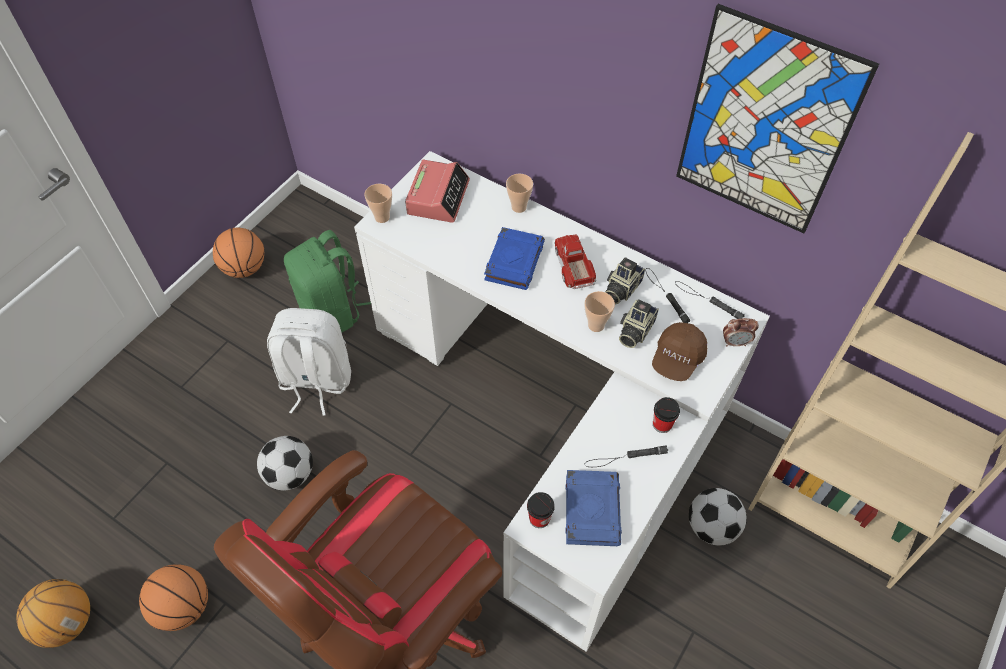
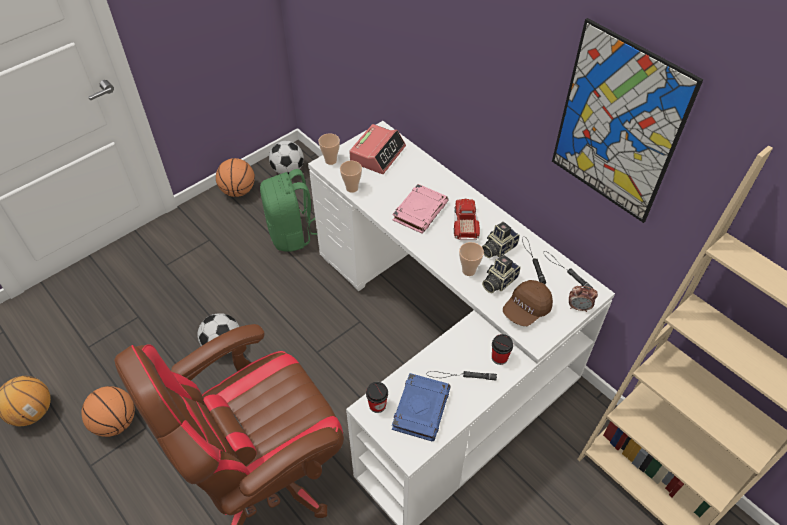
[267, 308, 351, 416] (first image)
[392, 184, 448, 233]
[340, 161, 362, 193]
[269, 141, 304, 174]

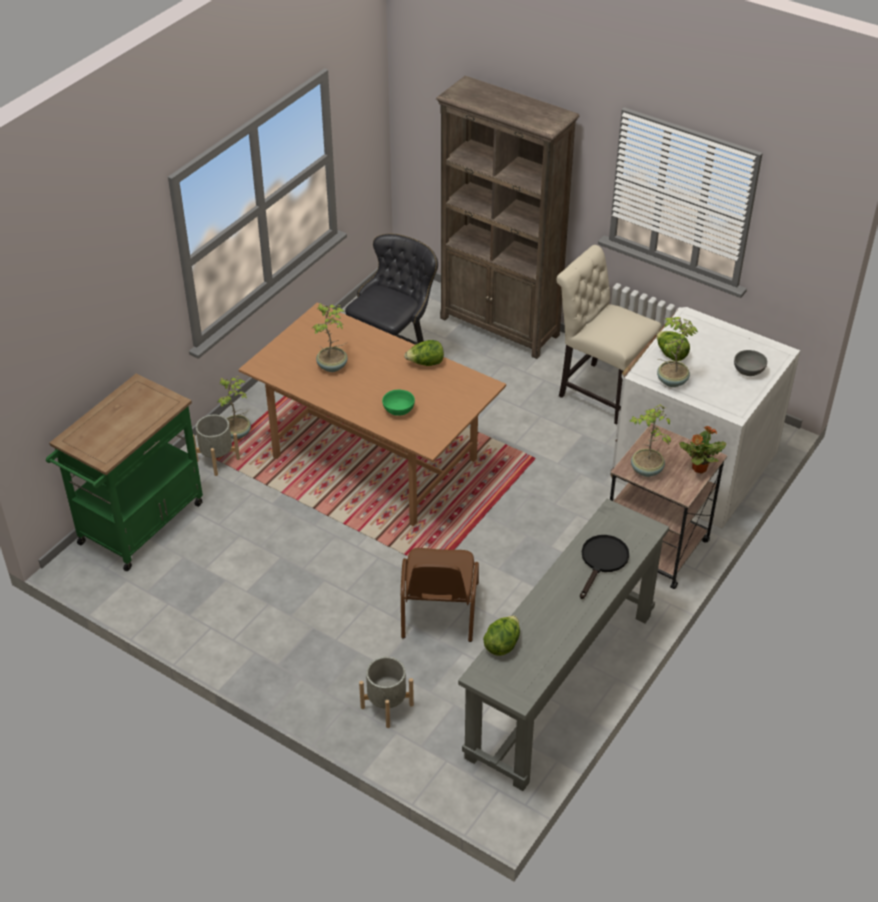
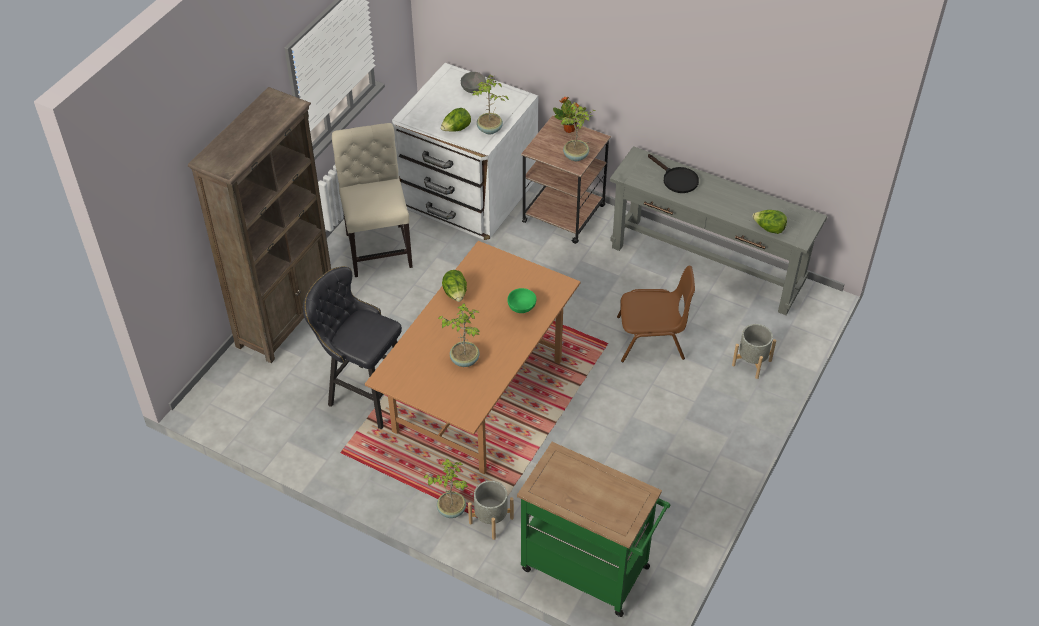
[332, 123, 413, 277]
[648, 154, 699, 193]

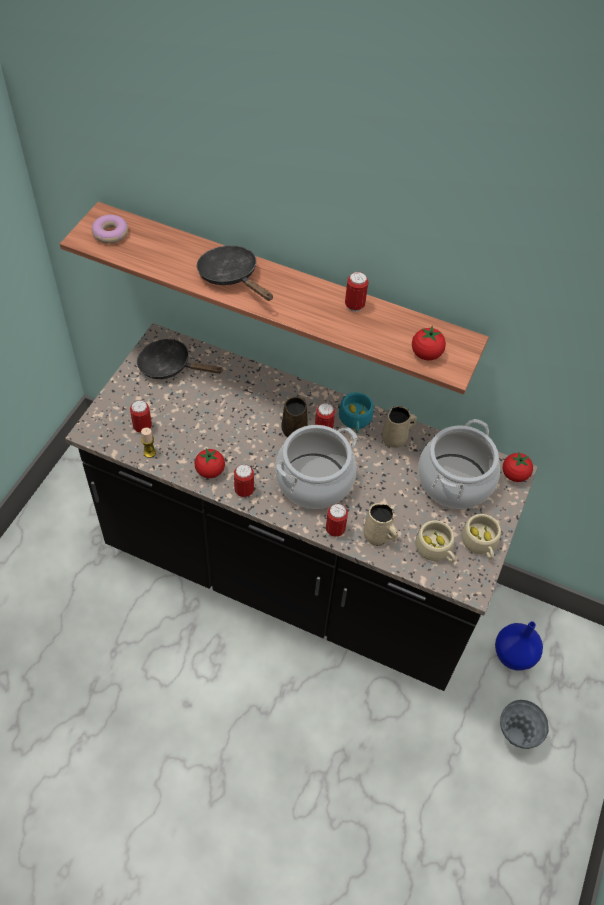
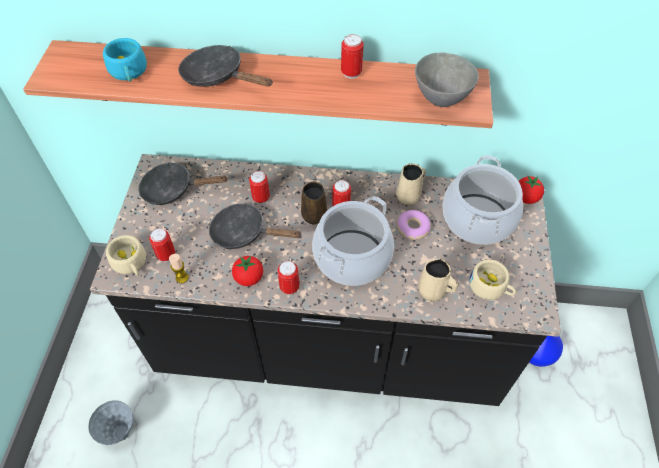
[396, 210, 431, 240]
[249, 171, 270, 204]
[103, 38, 147, 82]
[415, 52, 479, 107]
[106, 235, 146, 276]
[88, 400, 134, 445]
[209, 203, 302, 249]

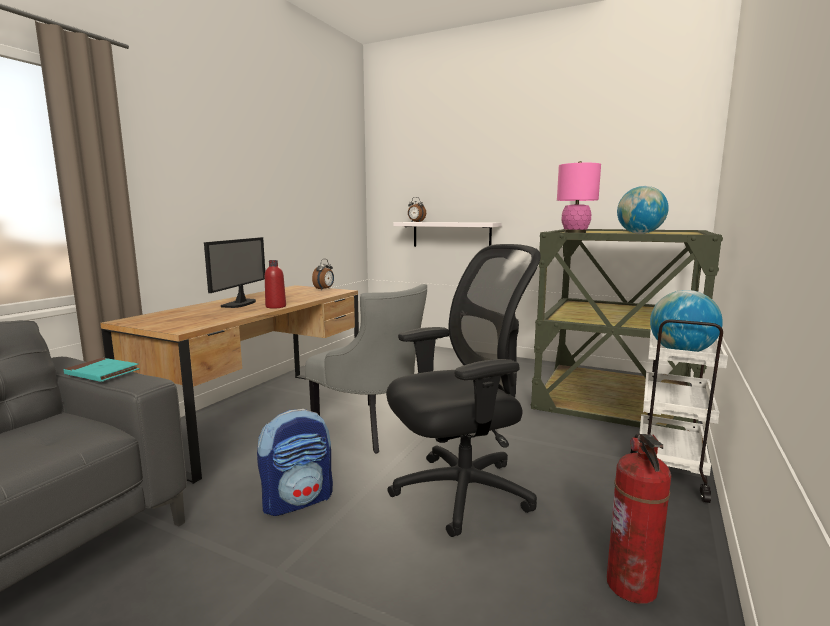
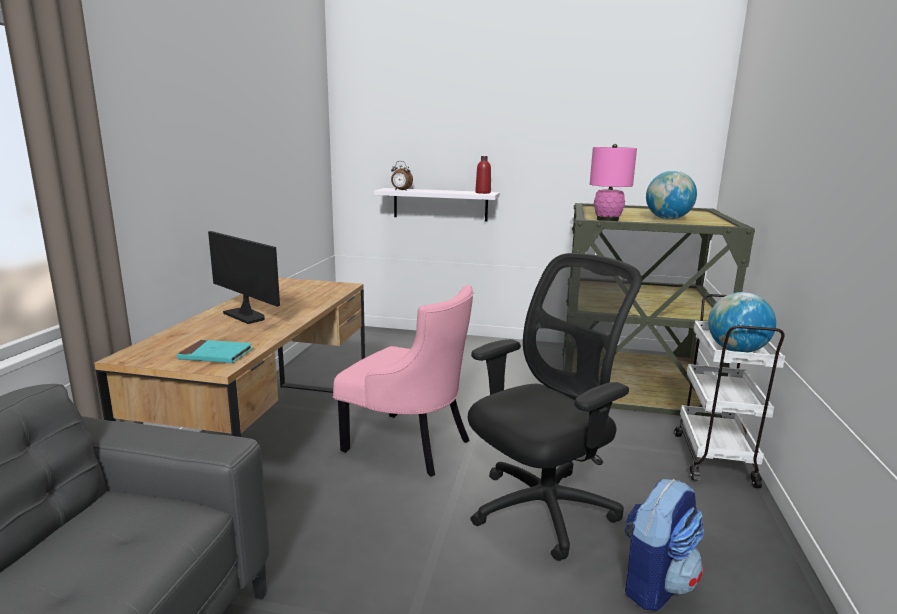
[177, 340, 253, 363]
[208, 231, 280, 324]
[625, 479, 703, 611]
[475, 156, 491, 194]
[333, 285, 473, 477]
[312, 259, 334, 290] (first image)
[607, 433, 671, 604] (first image)

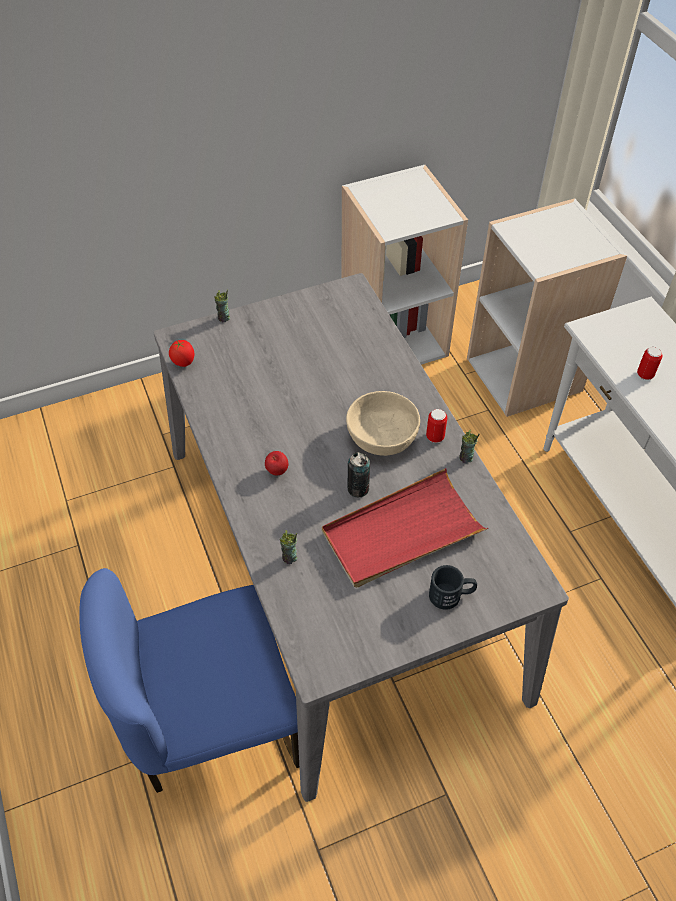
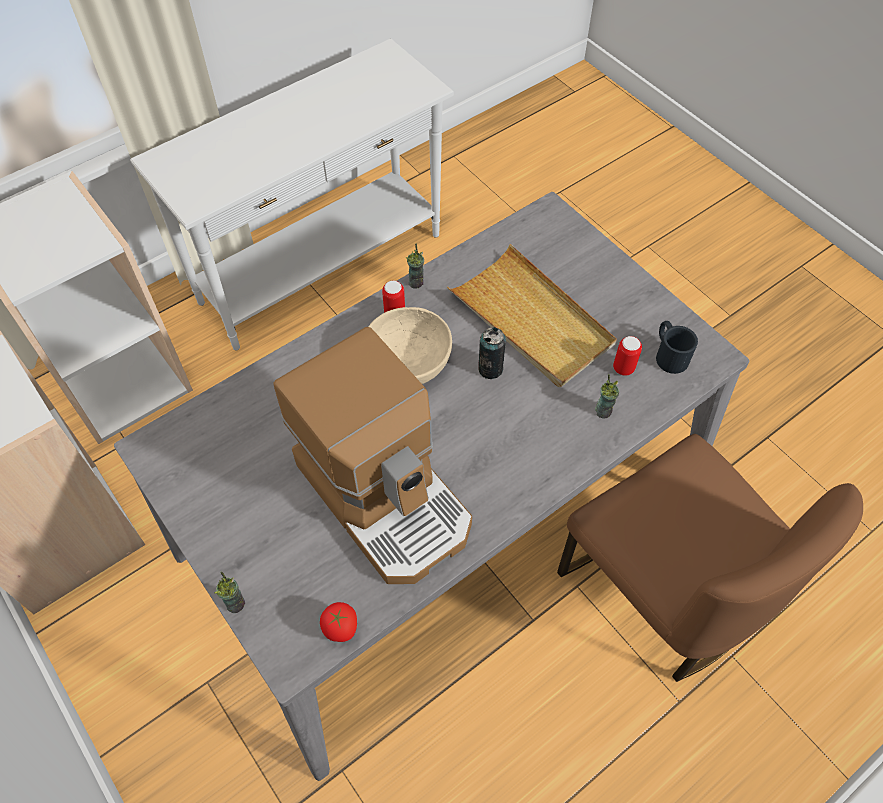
[557, 434, 863, 682]
[265, 451, 288, 475] (first image)
[447, 244, 617, 387]
[656, 321, 698, 374]
[613, 336, 642, 376]
[273, 327, 472, 584]

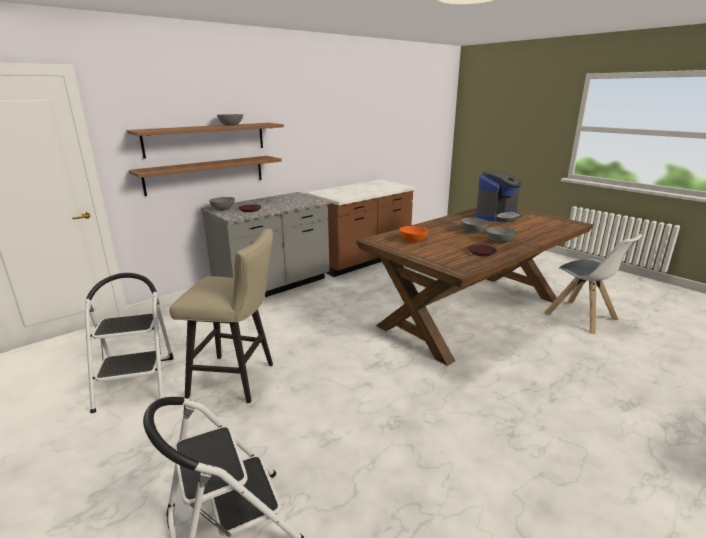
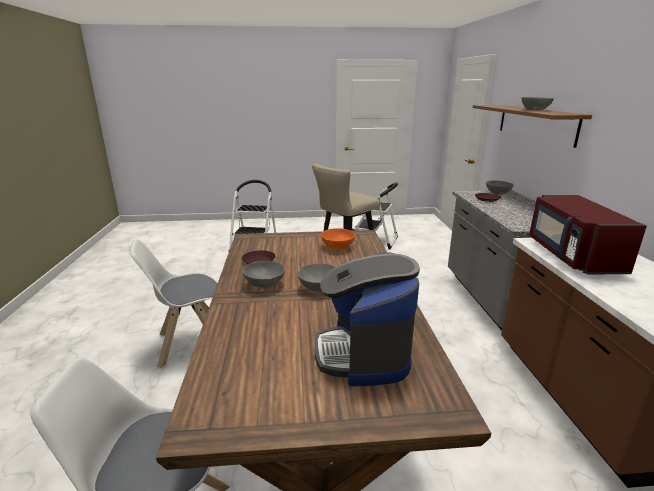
[129, 156, 282, 196] (first image)
[129, 239, 218, 368]
[529, 195, 647, 274]

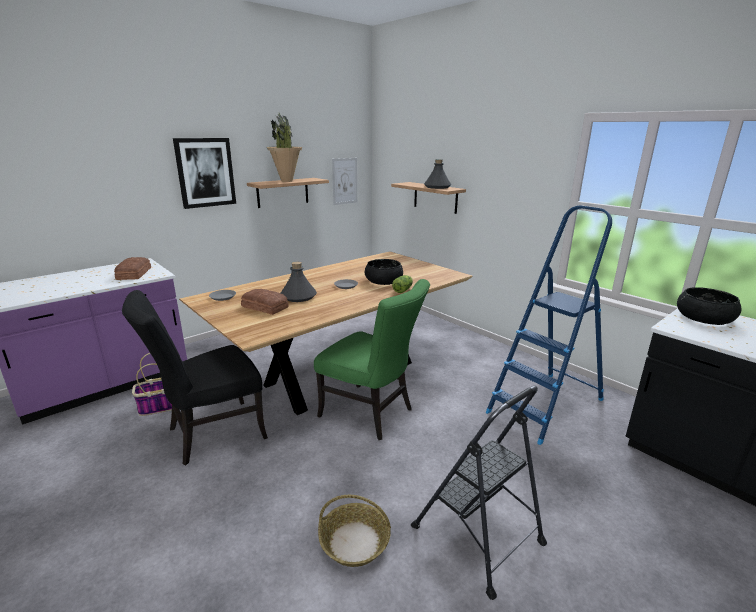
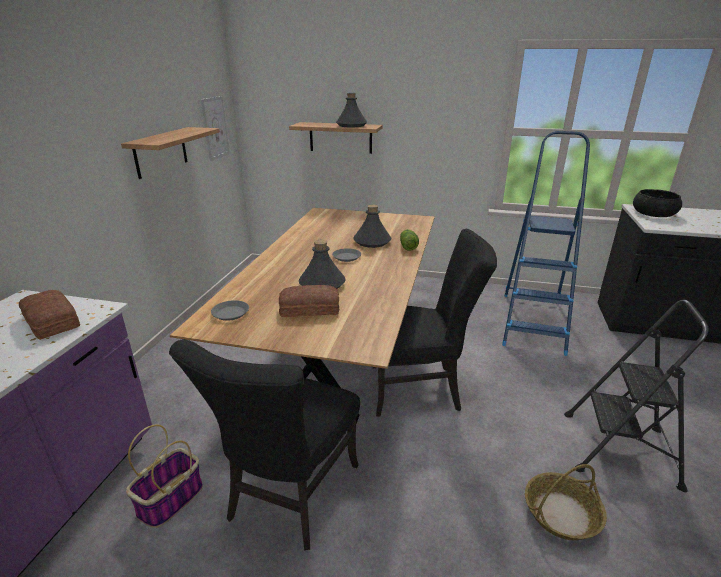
[173, 138, 236, 209] (first image)
[267, 113, 302, 182] (first image)
[373, 229, 497, 416]
[353, 204, 391, 248]

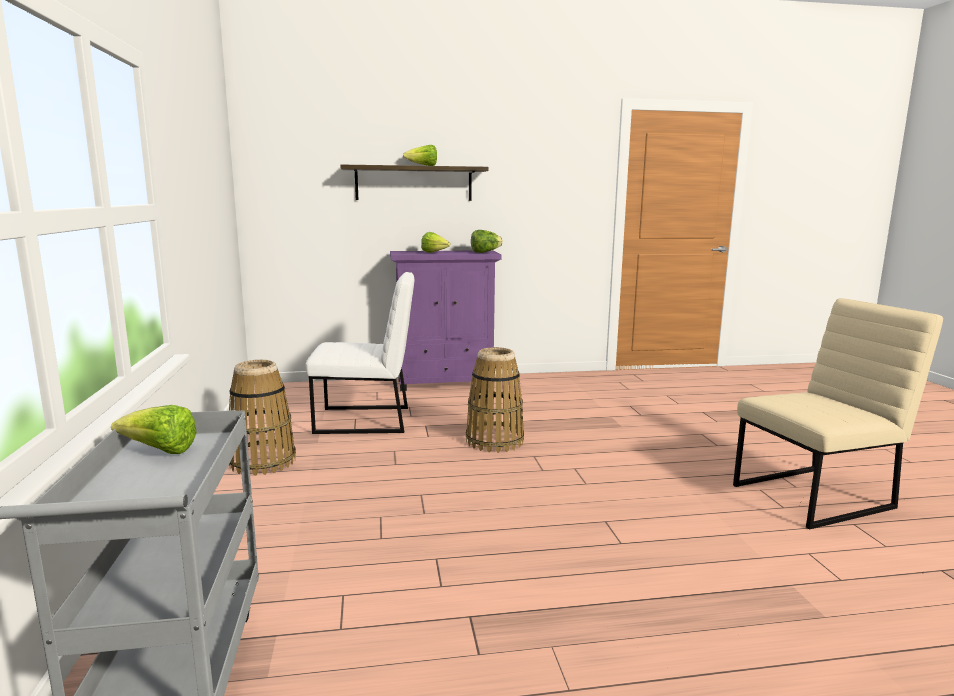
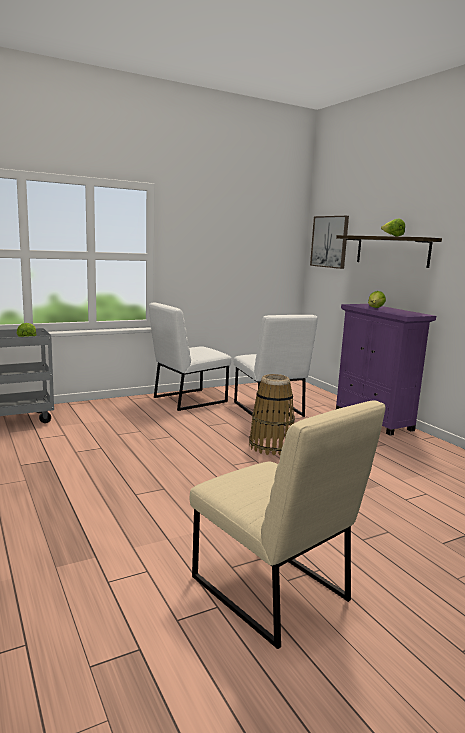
[149, 302, 231, 411]
[471, 230, 503, 253] (first image)
[310, 216, 349, 269]

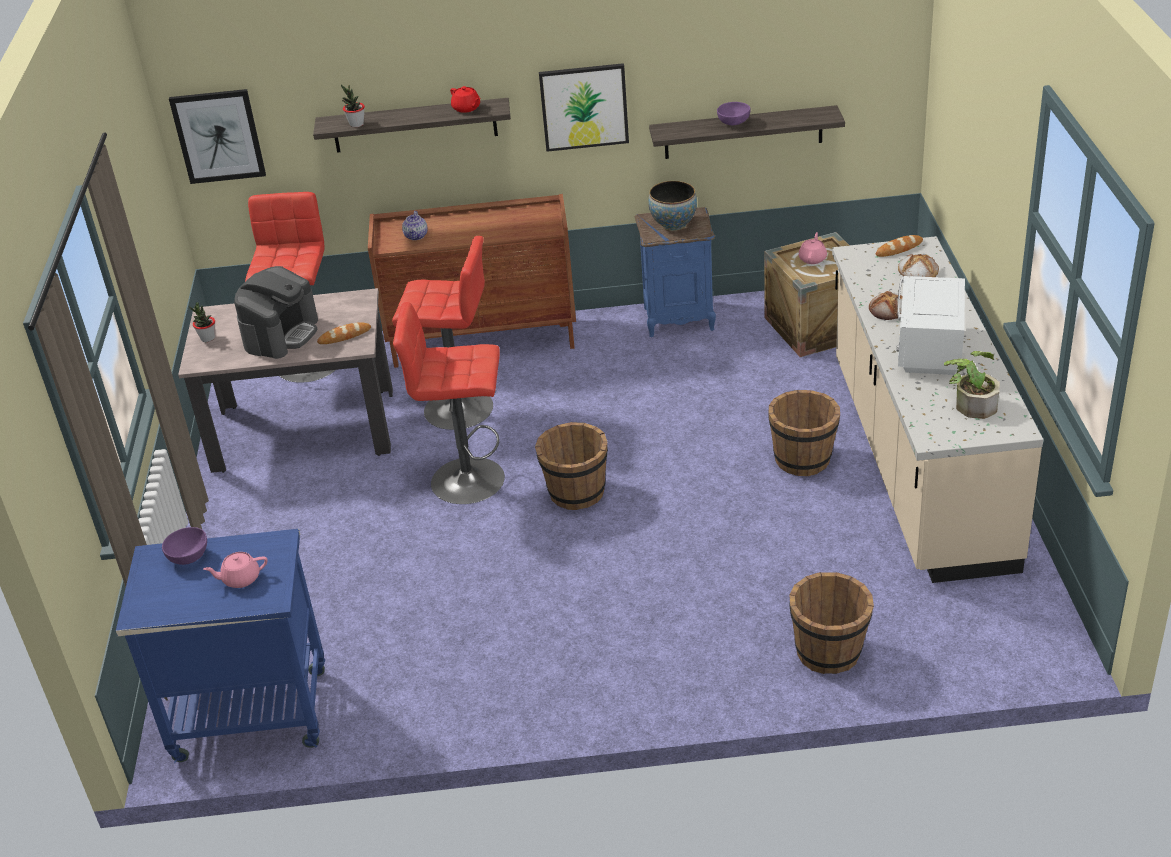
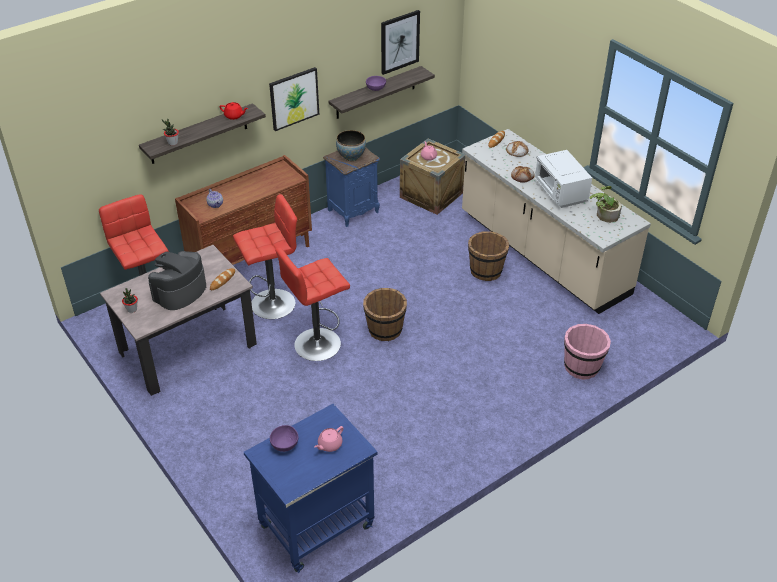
[381, 10, 420, 75]
[148, 251, 206, 310]
[564, 324, 611, 380]

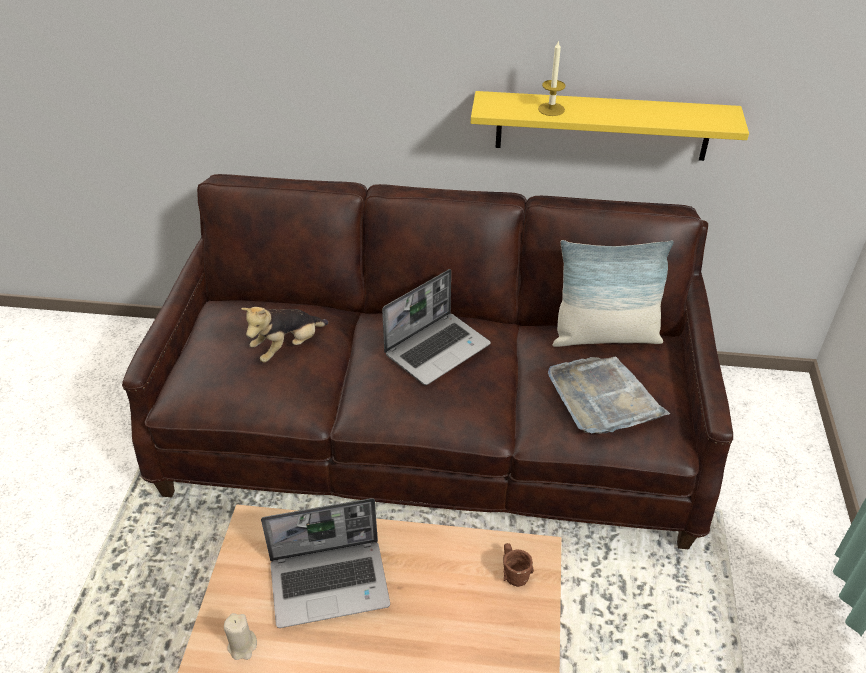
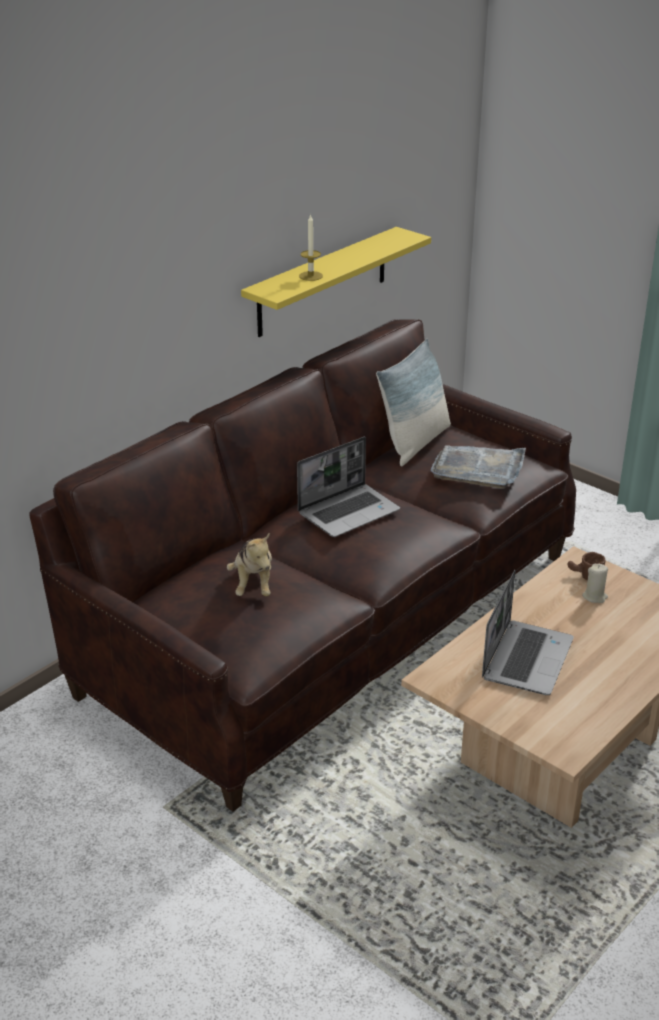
[582, 564, 608, 603]
[297, 437, 400, 537]

